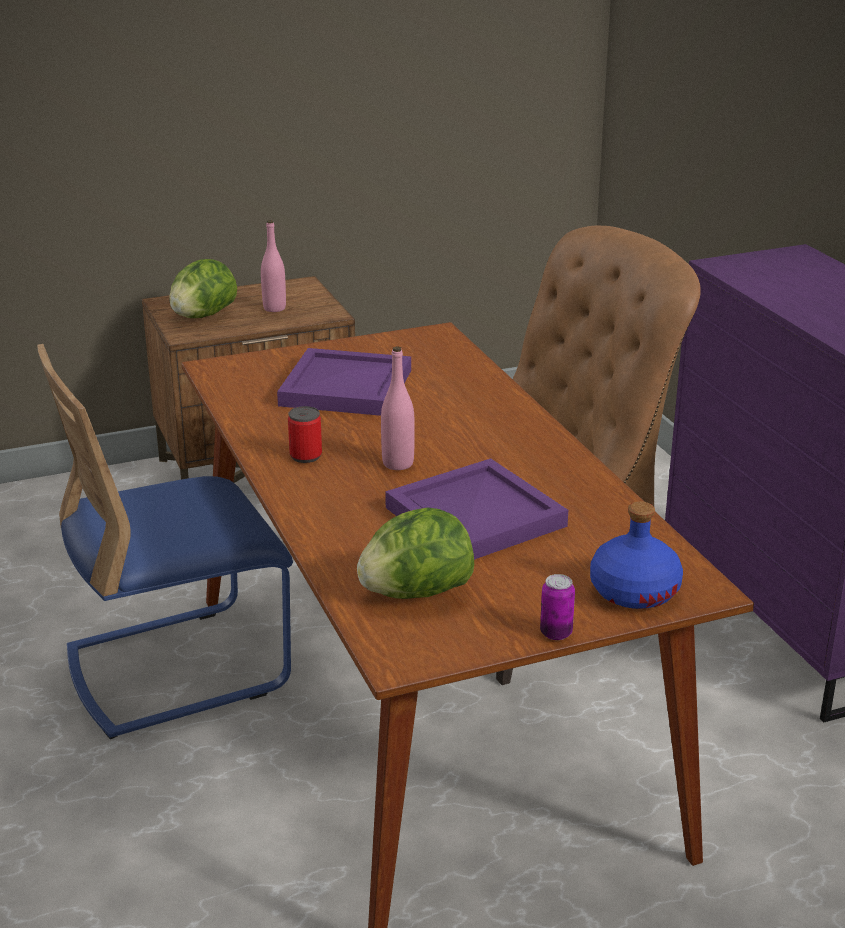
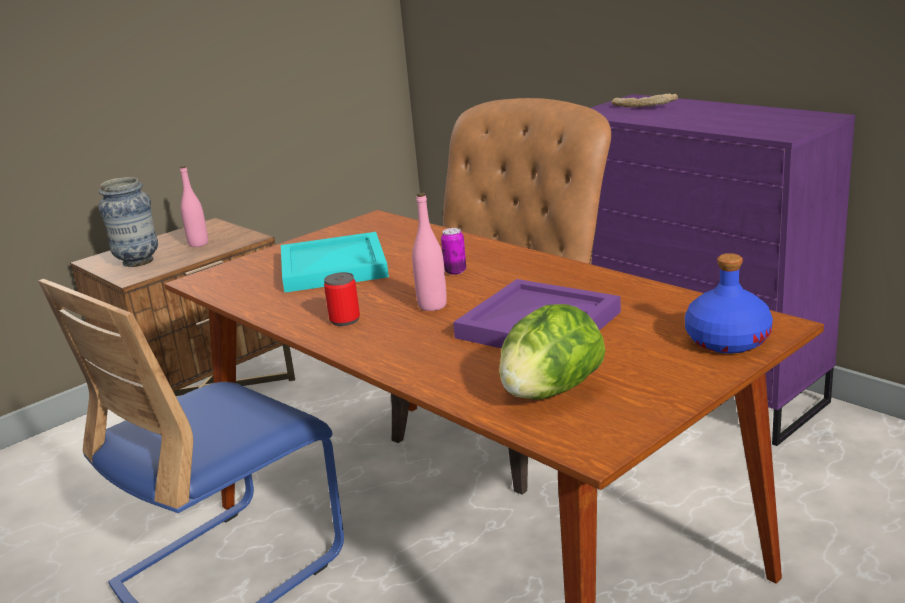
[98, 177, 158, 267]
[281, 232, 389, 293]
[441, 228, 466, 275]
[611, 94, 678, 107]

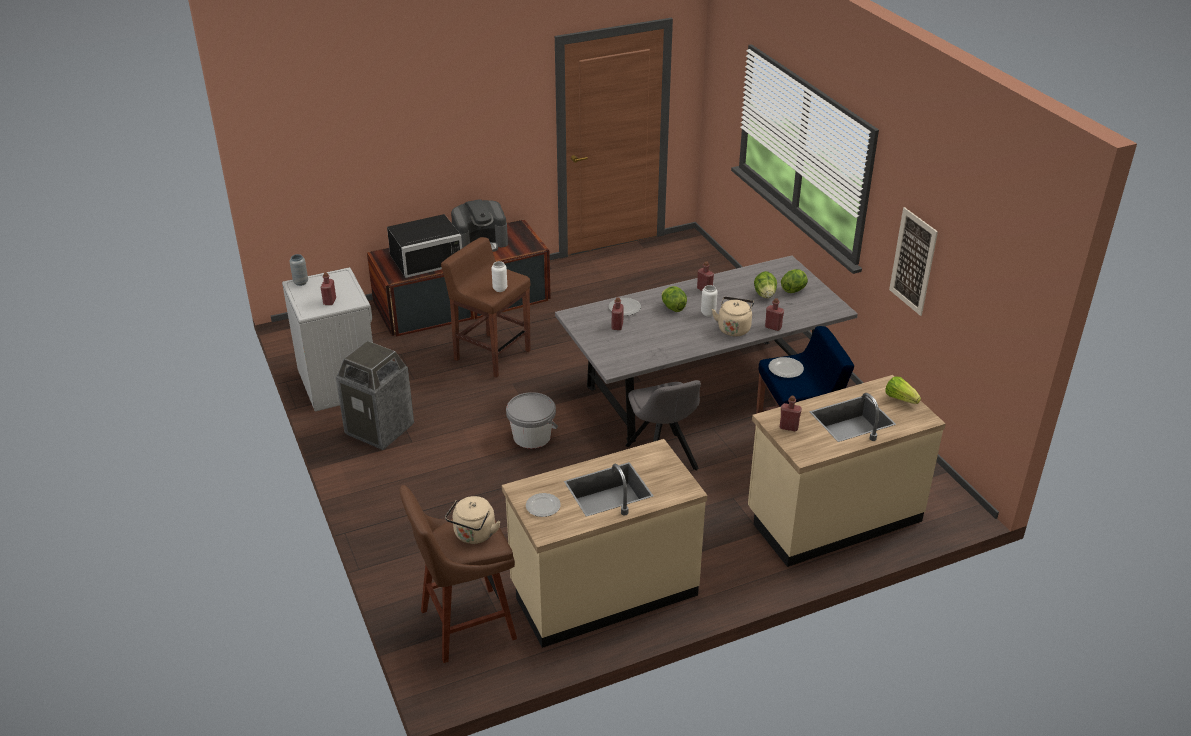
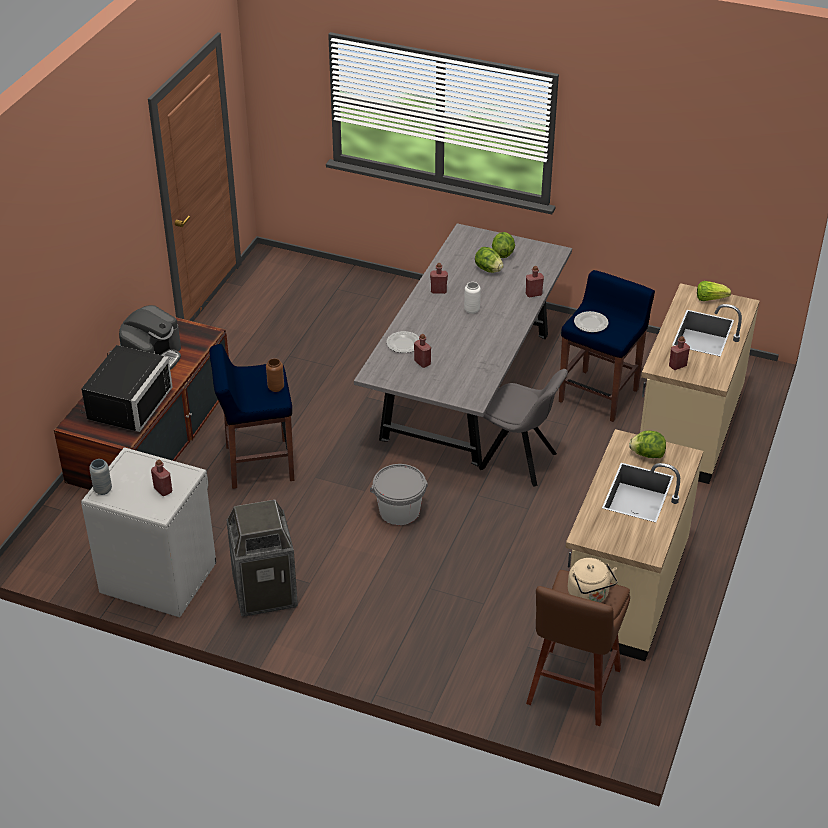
[209, 344, 294, 489]
[266, 358, 284, 392]
[526, 493, 561, 517] (first image)
[629, 431, 666, 458]
[712, 297, 754, 336] (first image)
[889, 207, 938, 316] (first image)

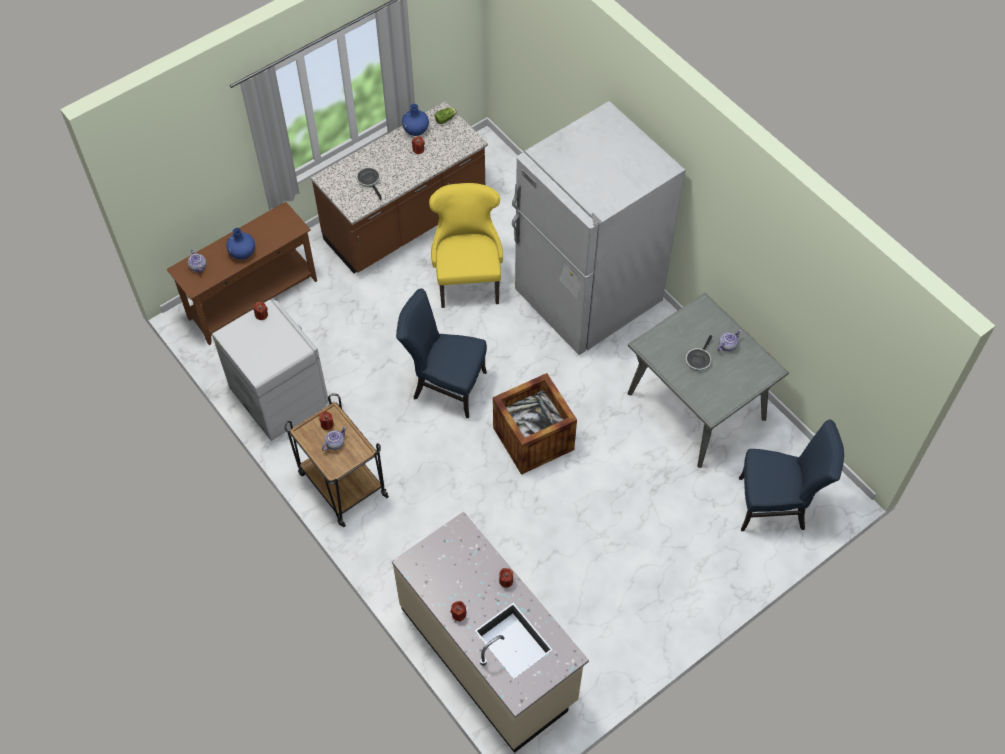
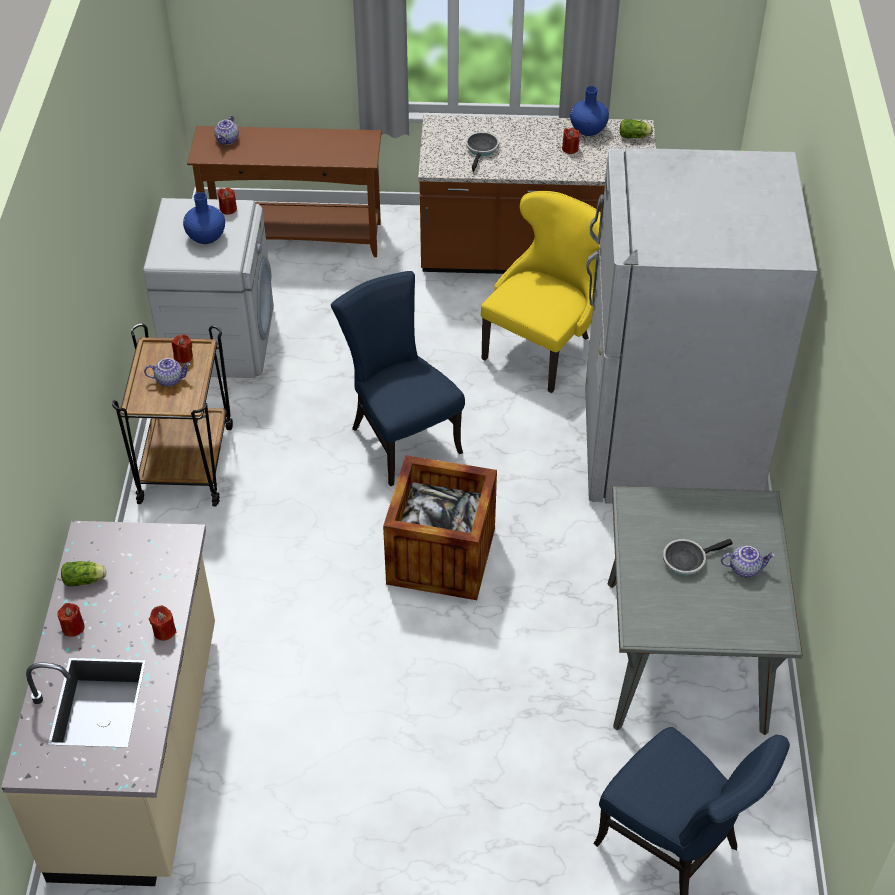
[183, 192, 225, 244]
[61, 561, 107, 587]

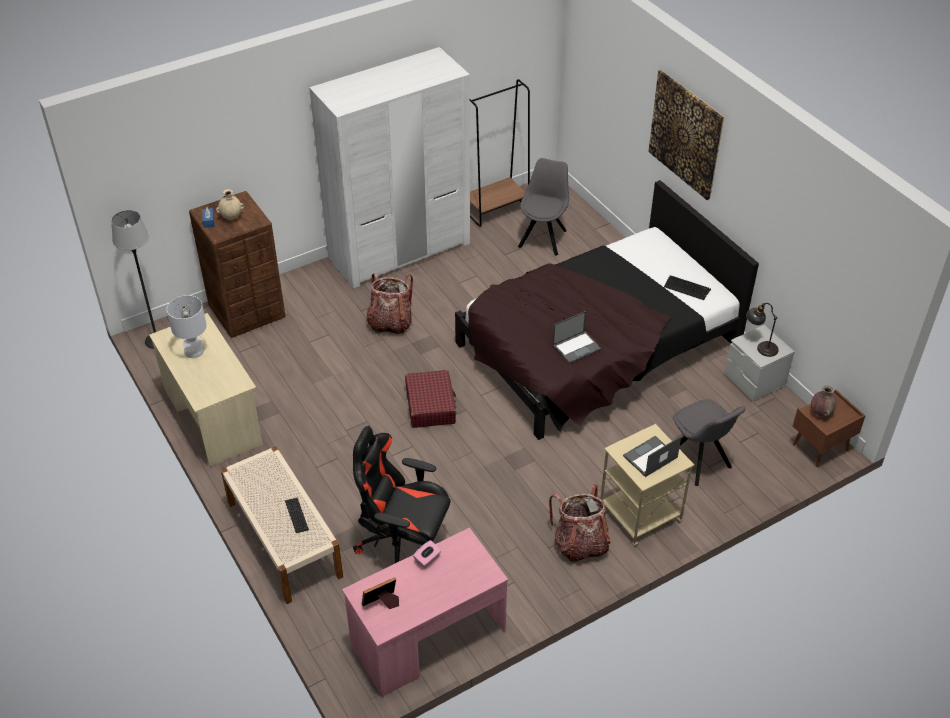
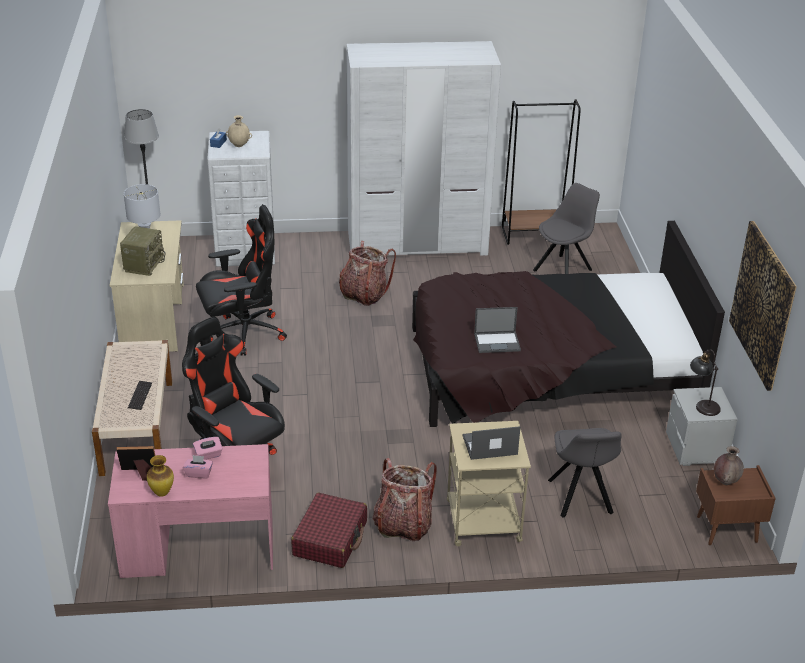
[207, 131, 275, 267]
[291, 493, 367, 568]
[729, 221, 797, 391]
[664, 276, 711, 300] (first image)
[120, 227, 165, 276]
[147, 455, 174, 497]
[183, 455, 213, 478]
[196, 204, 287, 356]

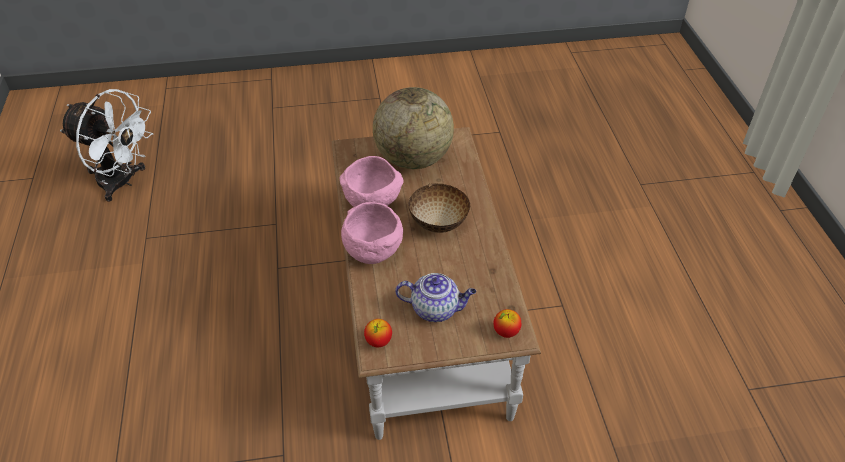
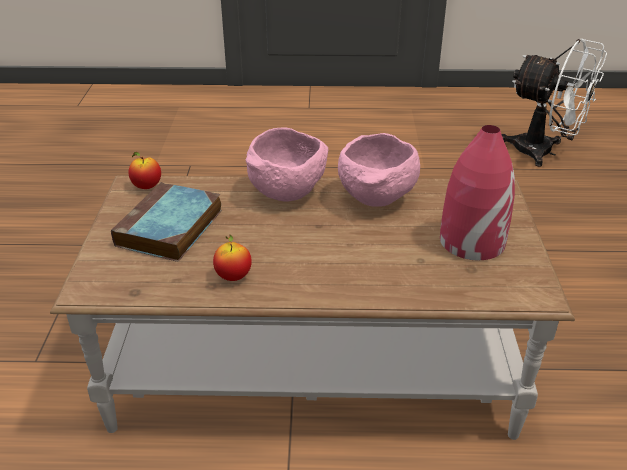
[502, 38, 607, 167]
[440, 125, 515, 260]
[111, 182, 222, 262]
[409, 183, 470, 233] (first image)
[213, 235, 252, 281]

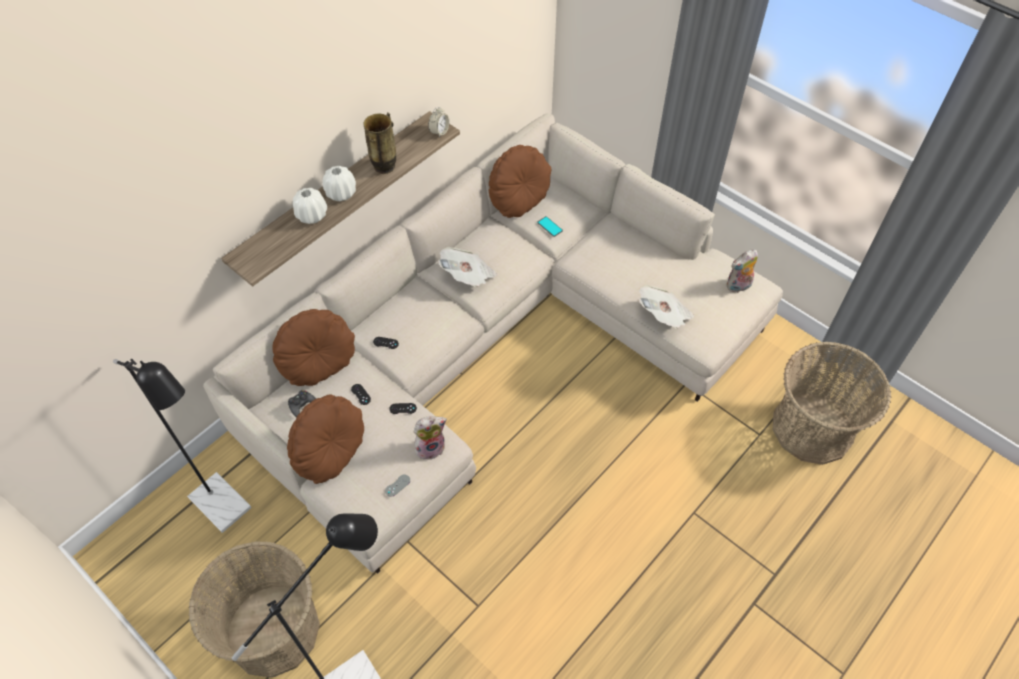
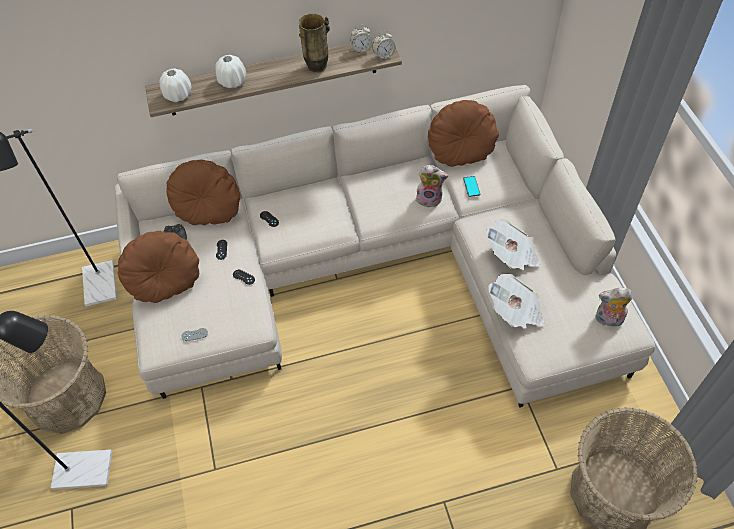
[159, 69, 191, 102]
[416, 165, 448, 207]
[486, 220, 540, 270]
[350, 25, 372, 53]

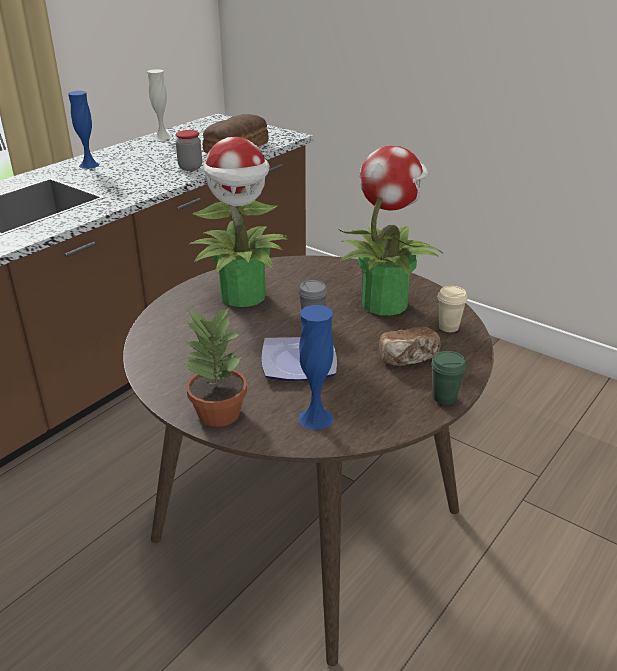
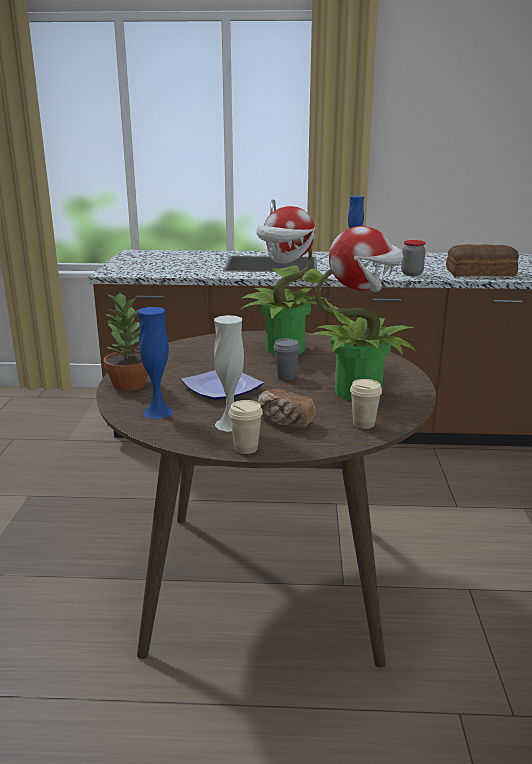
[214, 315, 244, 432]
[229, 400, 263, 454]

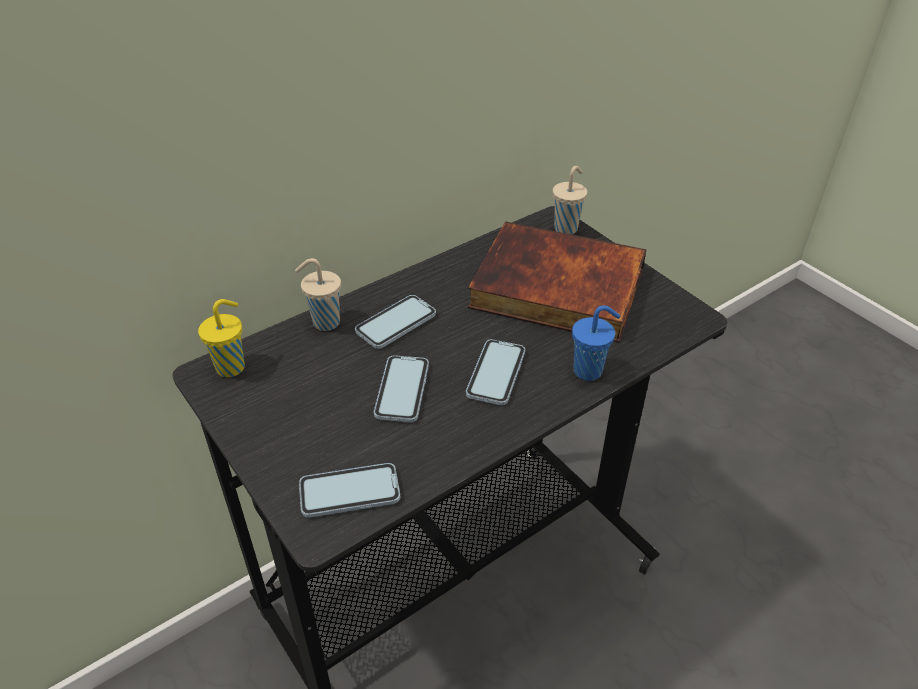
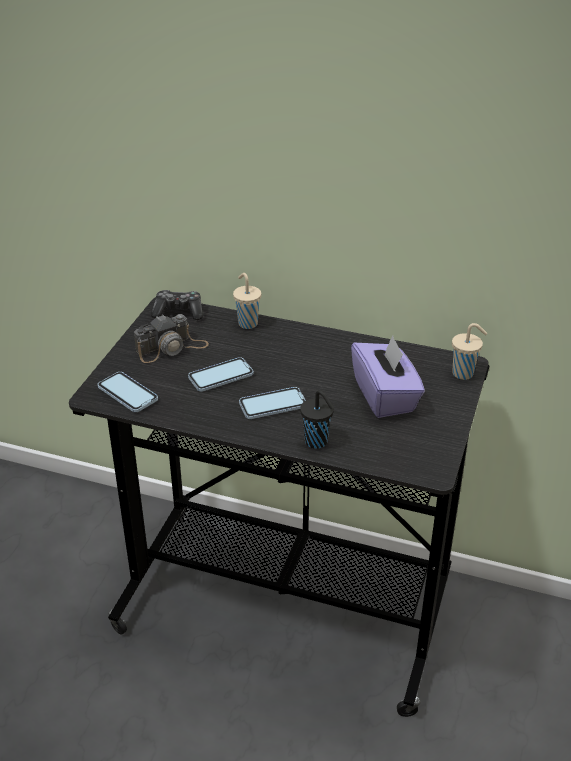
[151, 290, 203, 320]
[355, 295, 436, 349] (first image)
[351, 335, 425, 418]
[300, 390, 334, 449]
[134, 314, 209, 363]

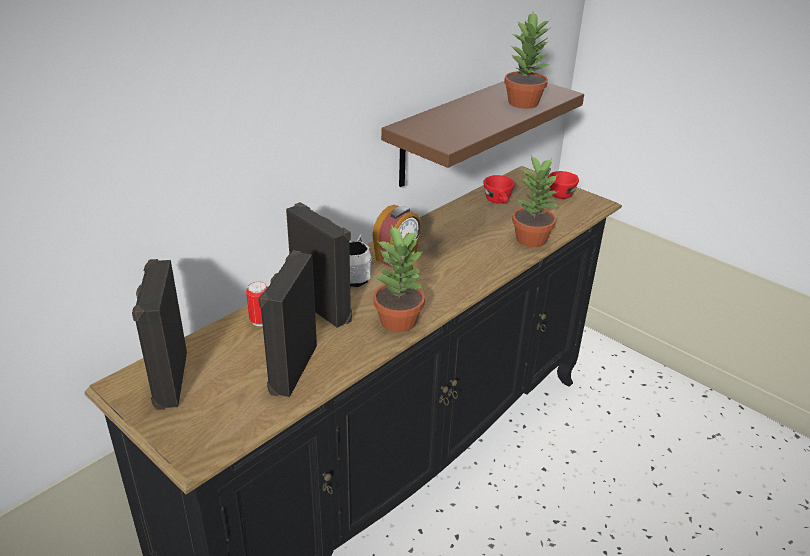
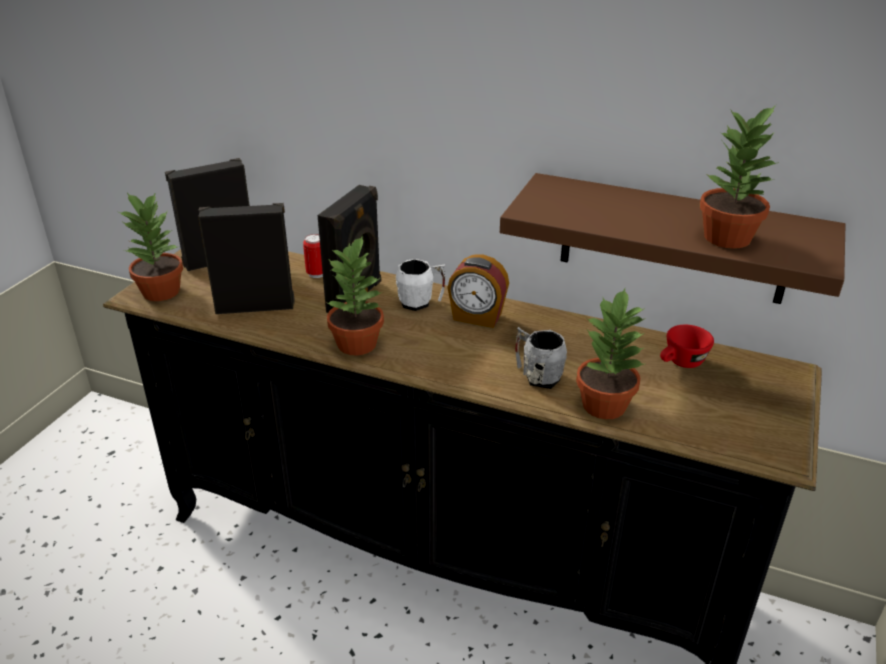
[548, 171, 579, 199] (first image)
[119, 192, 183, 301]
[515, 327, 567, 389]

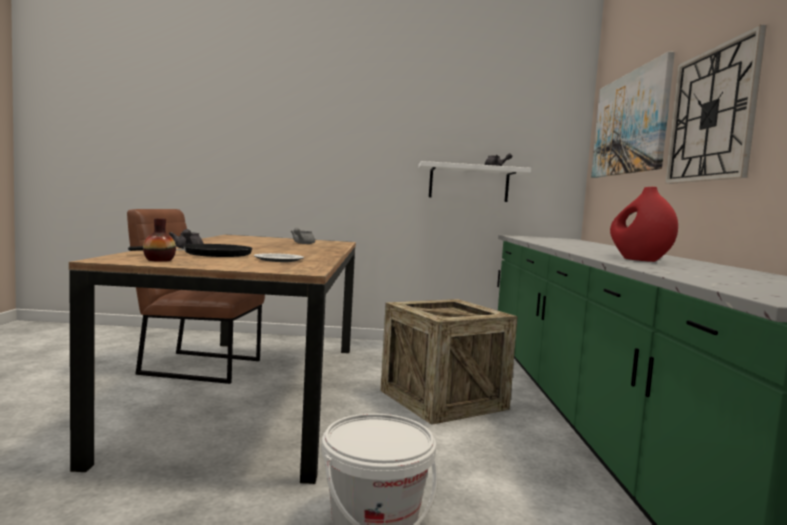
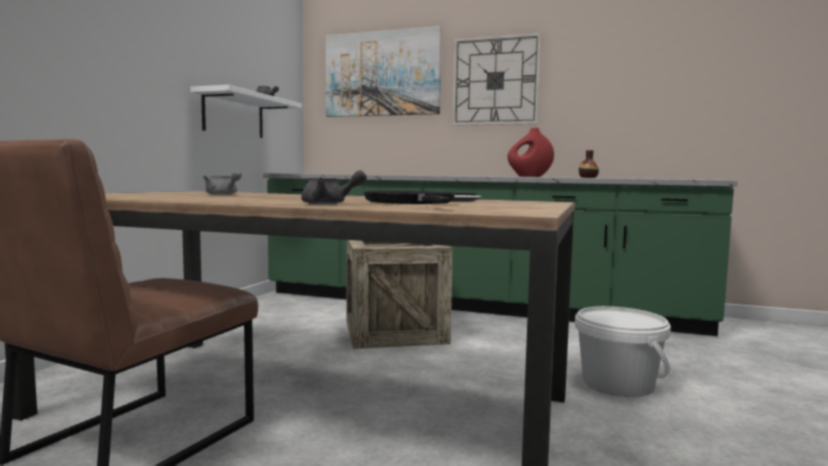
[579, 150, 599, 178]

